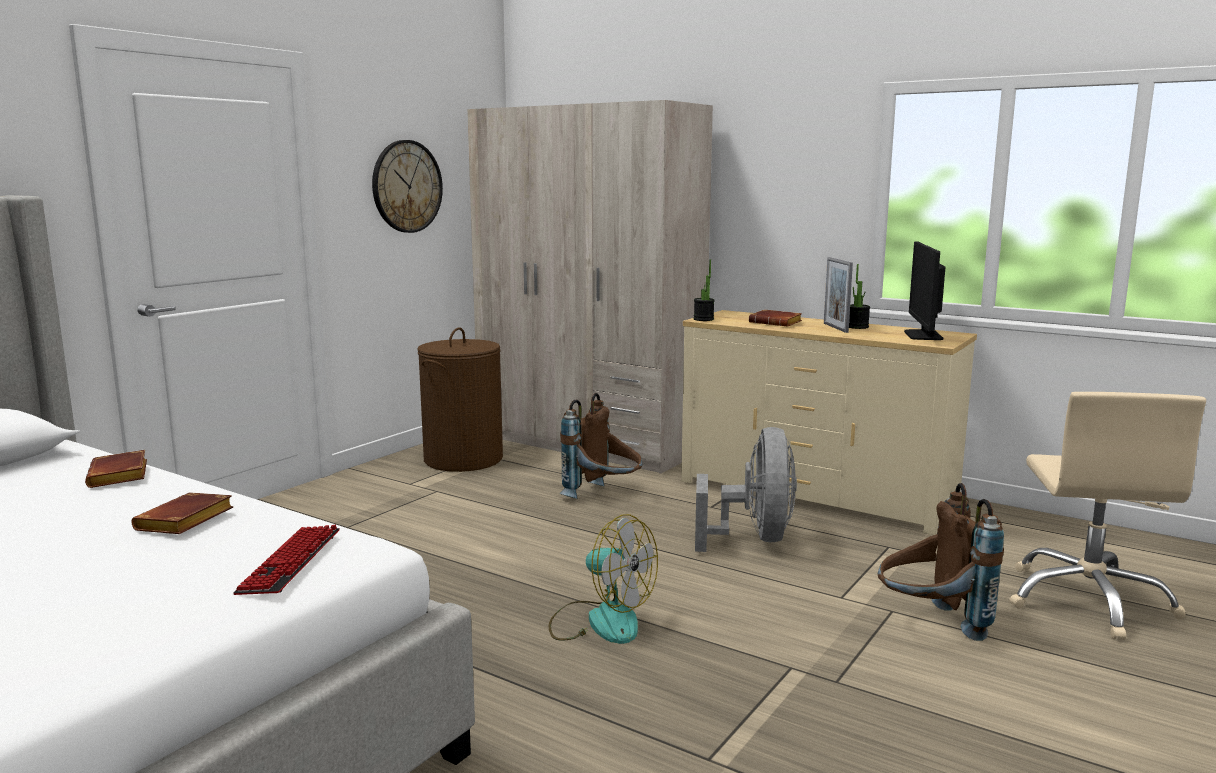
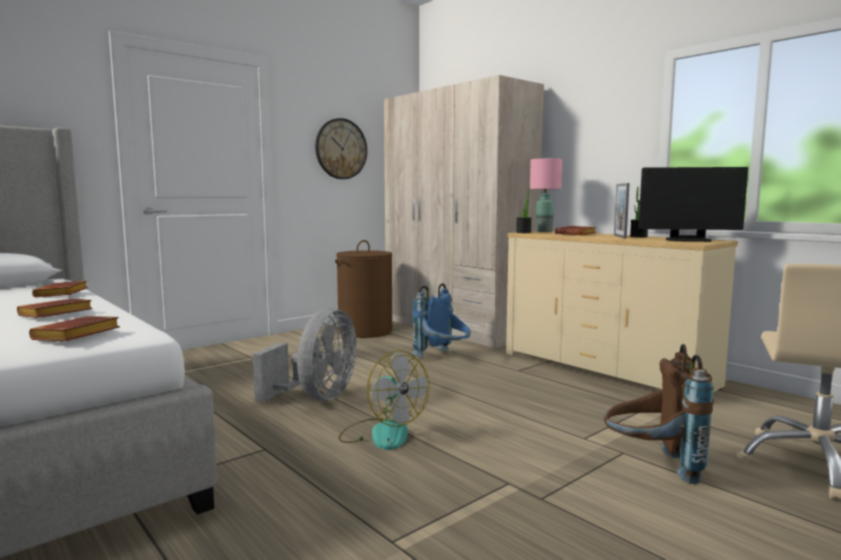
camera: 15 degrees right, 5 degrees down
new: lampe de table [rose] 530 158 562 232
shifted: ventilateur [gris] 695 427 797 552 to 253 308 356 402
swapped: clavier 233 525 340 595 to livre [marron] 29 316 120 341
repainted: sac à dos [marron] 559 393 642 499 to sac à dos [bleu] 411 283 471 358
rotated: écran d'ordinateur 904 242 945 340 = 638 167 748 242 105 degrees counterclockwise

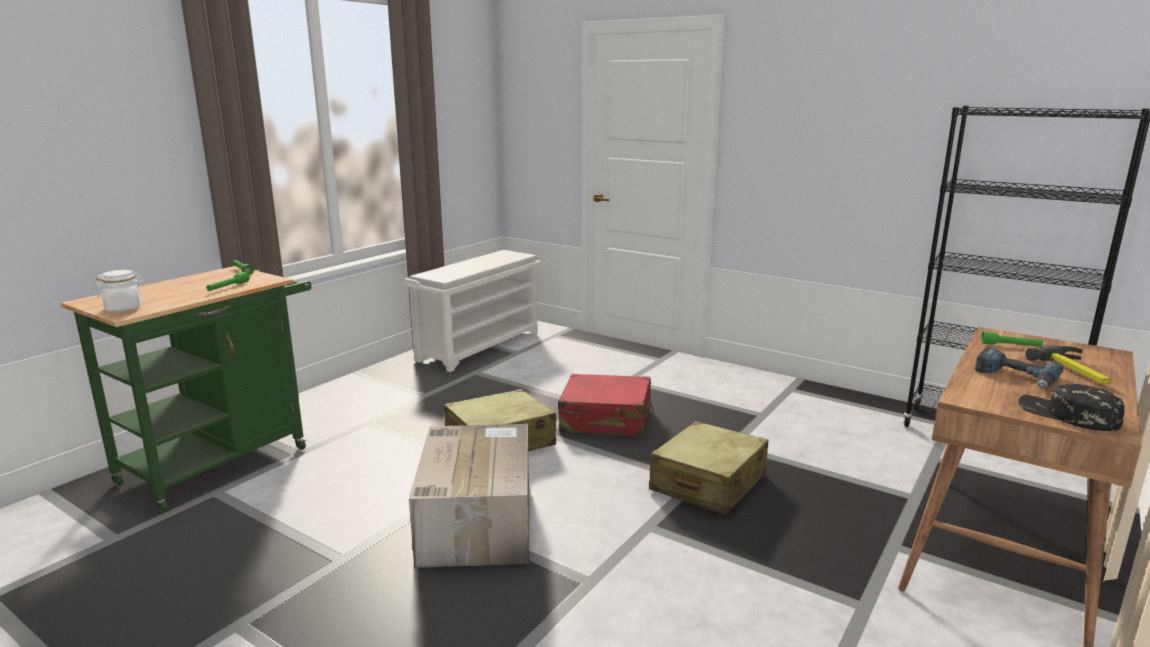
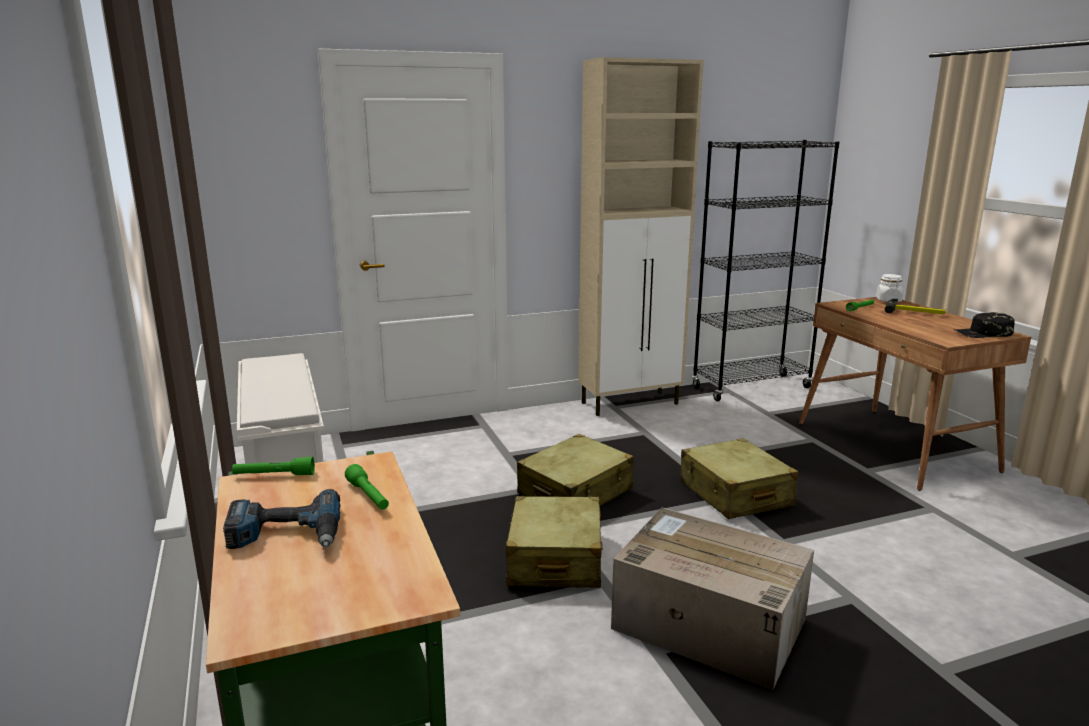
camera: 55 degrees left, 0 degrees up
new: meuble de rangement [beige] 578 57 704 416
shifted: perceuse 975 347 1063 389 to 223 489 340 549; bocal [blanc] 96 270 143 311 to 876 274 903 302
repainted: valise [rouge] 558 374 654 437 to valise [beige] 517 434 634 506

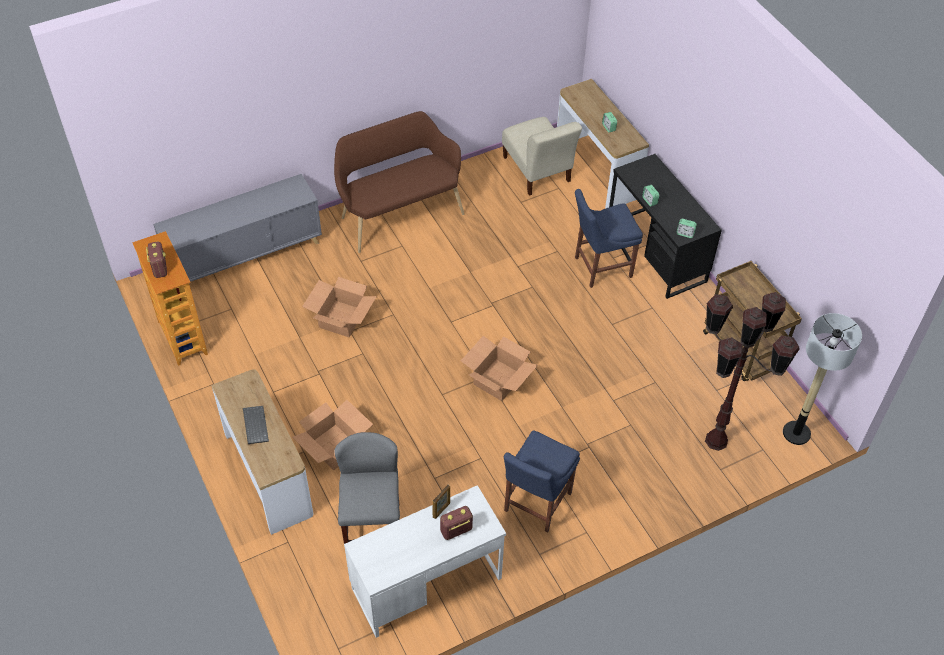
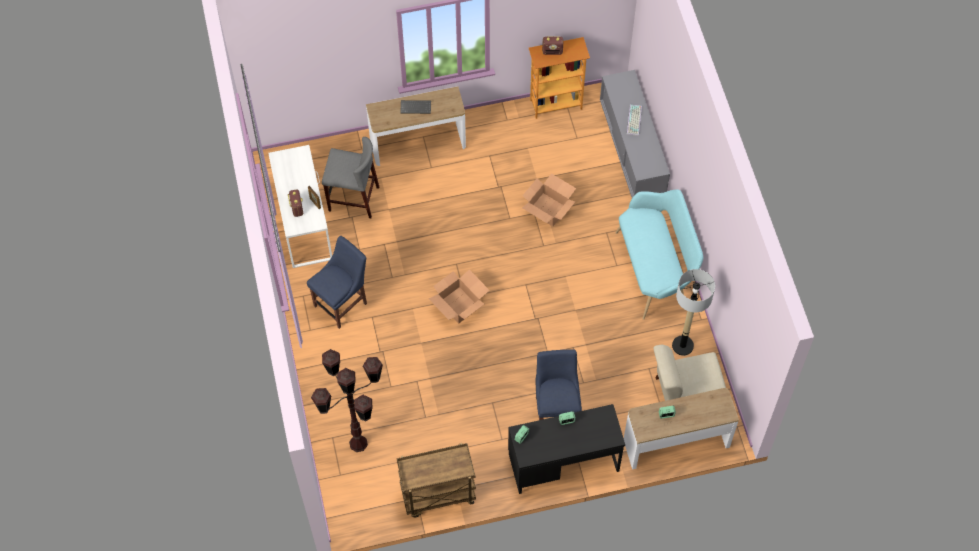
camera: 105 degrees right, 10 degrees up
gone: carton 293 400 373 470
new: clavier 627 105 642 136
shifted: lampadaire 783 313 862 445 to 672 269 715 356
repainted: banc [marron] 334 111 464 253 to banc [turquoise] 615 189 703 320
rotated: chaise [bleu] 504 430 580 533 = 307 236 367 329 90 degrees clockwise

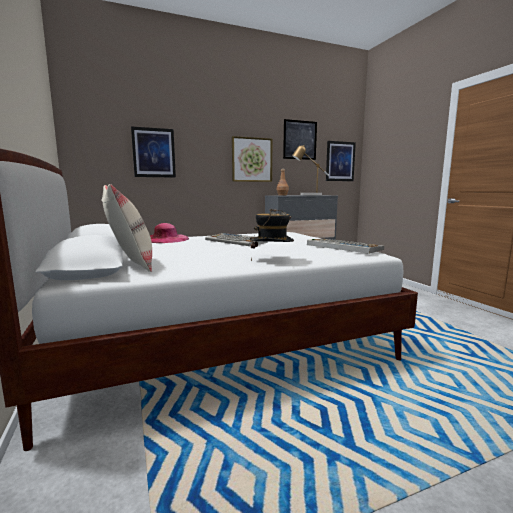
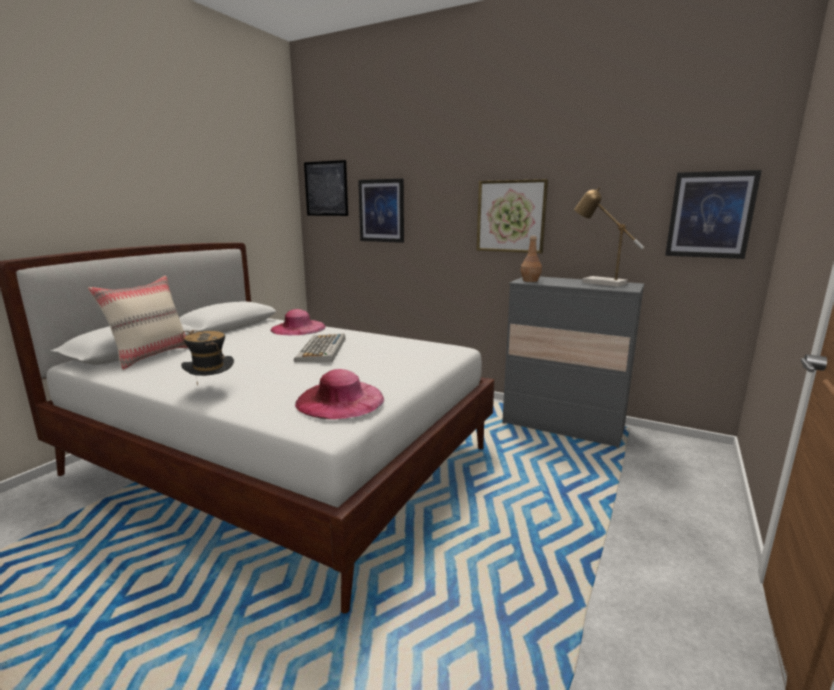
camera: 50 degrees right, 5 degrees up
shifted: tableau 283 119 317 160 to 304 160 348 216
swapped: clavier 307 239 384 254 to chapeau [rose] 295 369 384 419

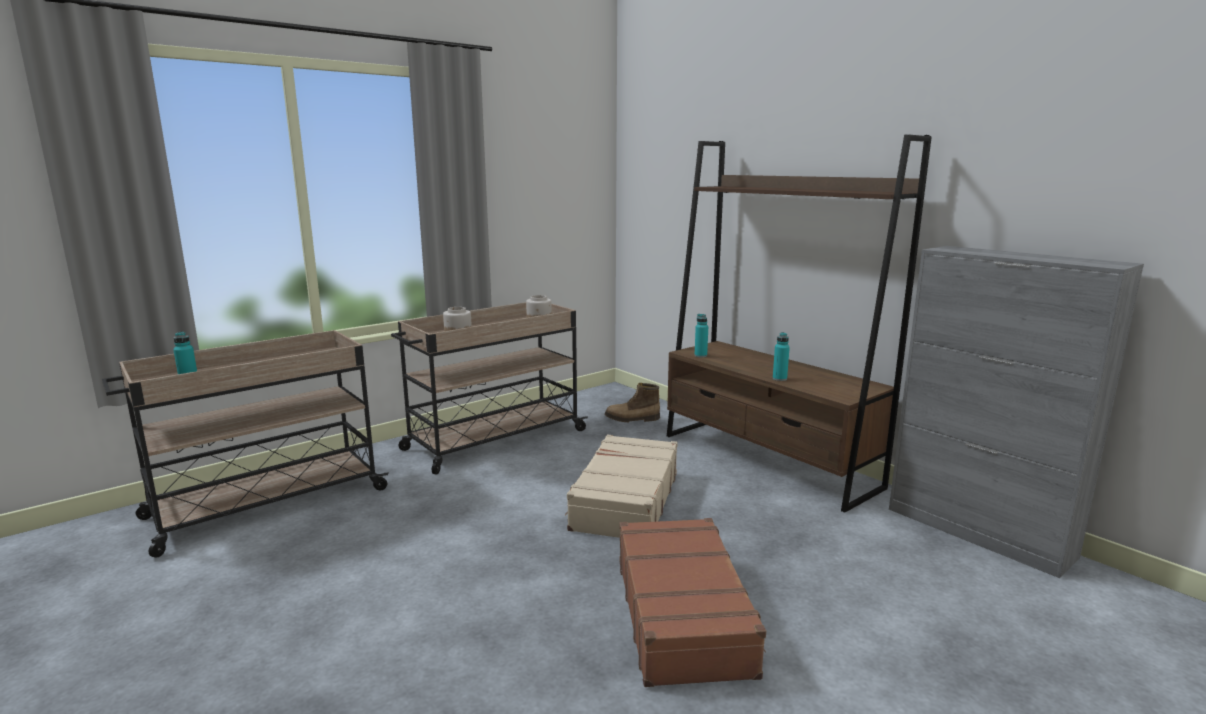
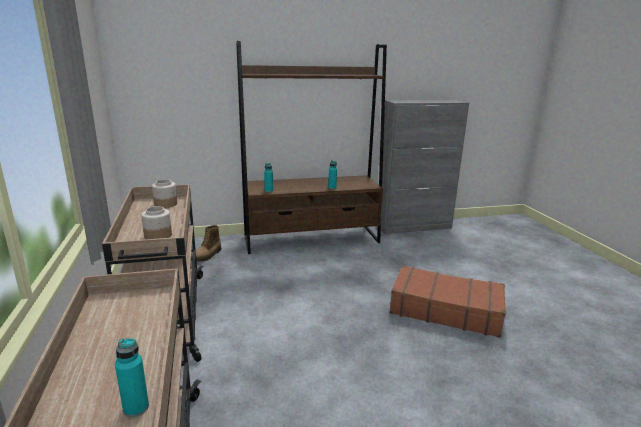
camera: 65 degrees left, 5 degrees up
gone: valise [beige] 565 434 678 538

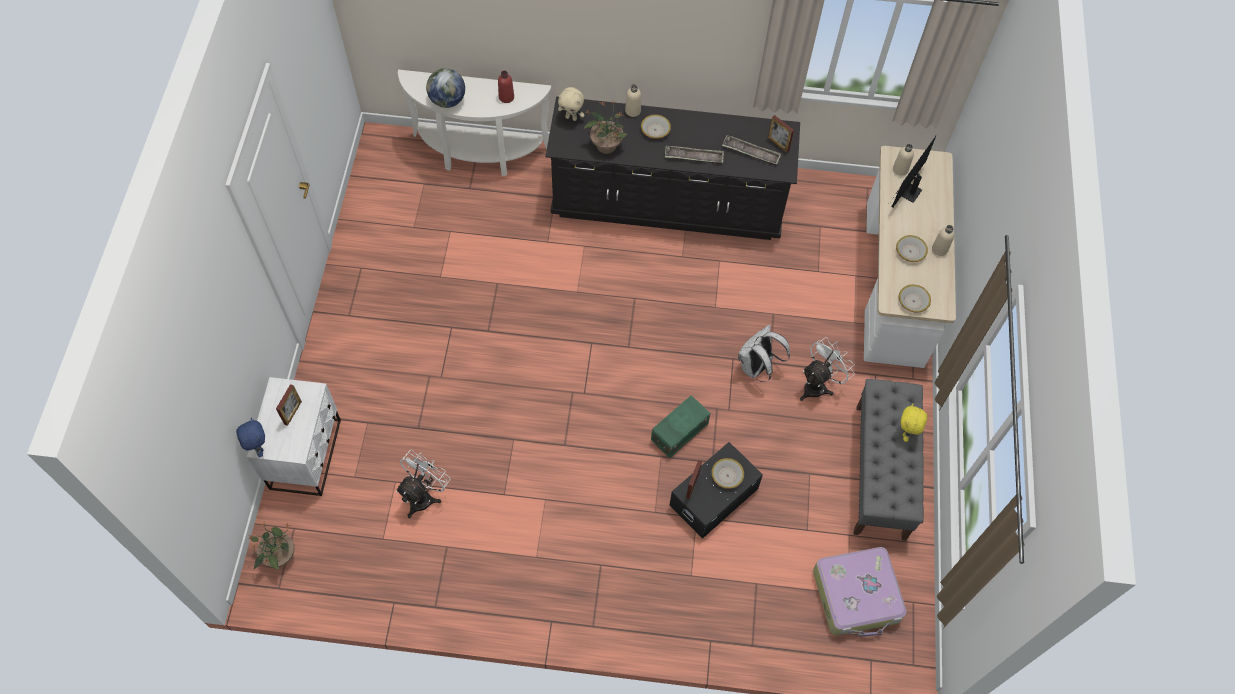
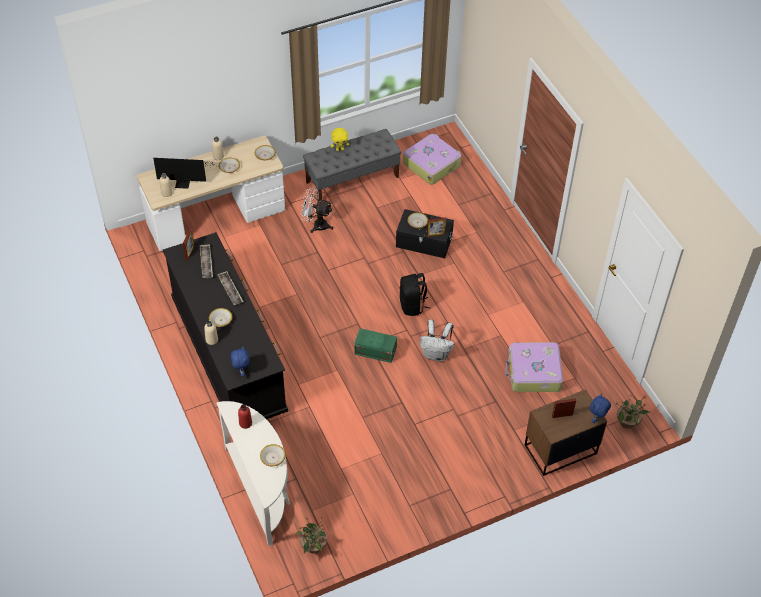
camera: 120 degrees left, 10 degrees down
new: sac à dos [noir] 400 273 430 316
shifted: plante en pot 584 101 627 154 to 295 517 327 554; boîte de rangement [vert] 651 395 711 458 to 354 328 397 363; sac à dos [blanc] 738 324 790 382 to 420 320 454 361
swapped: globe 426 68 465 108 to bol 260 444 286 466; ventilateur [blanc] 396 450 450 518 to valise 505 342 563 392
repainted: peluche [beige] 558 87 585 121 to peluche [bleu] 231 347 250 377; table de chevet [blanc] 247 377 341 496 to table de chevet [marron] 525 389 607 476

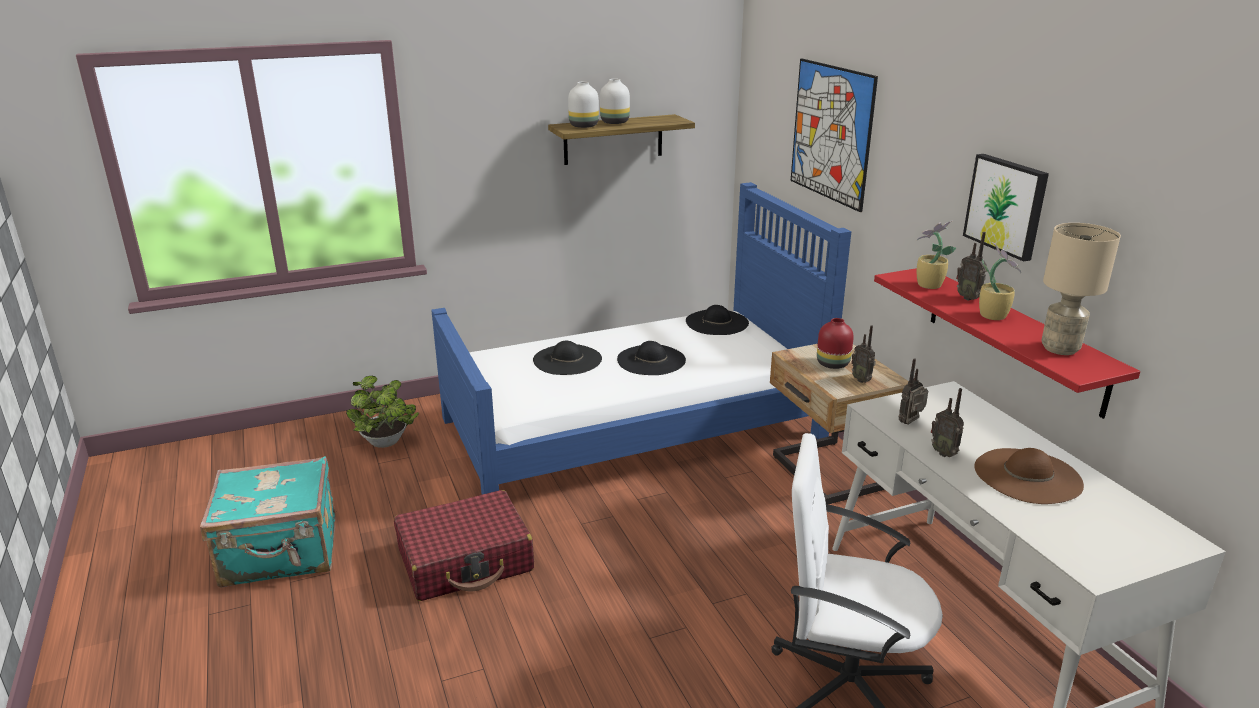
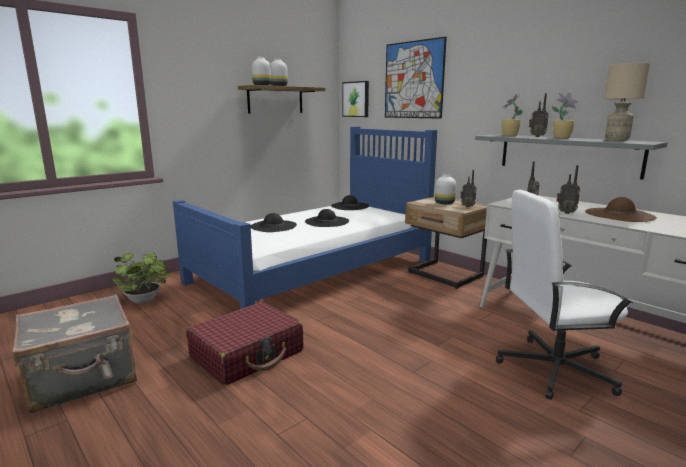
camera: 20 degrees left, 10 degrees down
shifted: tableau 963 154 1049 261 to 342 81 369 117
repainted: valise [turquoise] 200 456 336 588 to valise [gris] 13 294 137 413; vase [rouge] 817 318 854 369 to vase [blanc] 435 174 456 204; étagère [rouge] 874 268 1140 419 to étagère [gris] 475 134 668 179

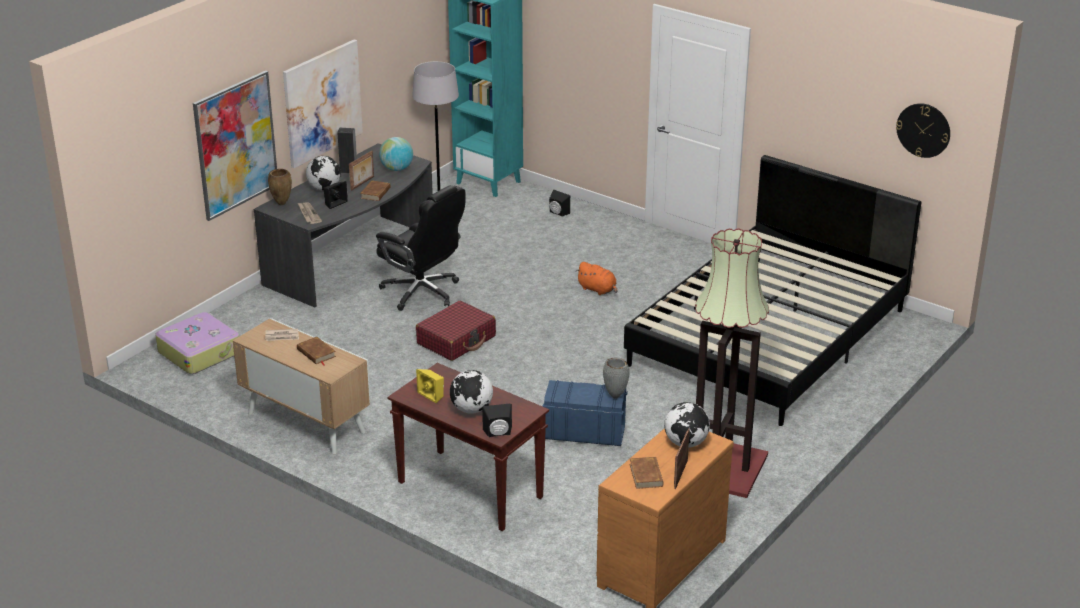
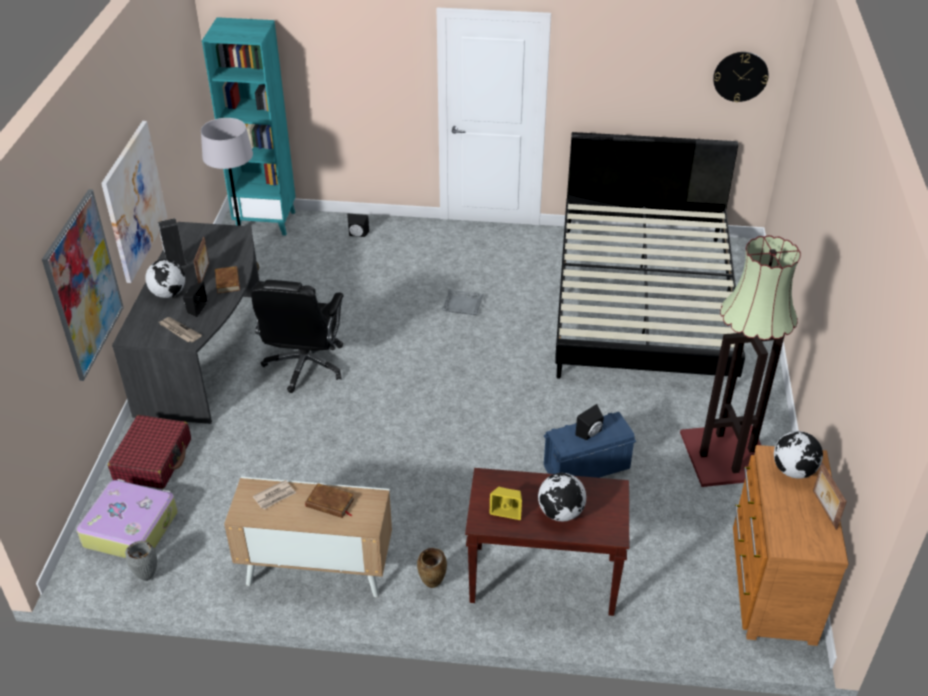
camera: 30 degrees left, 10 degrees up
gone: globe 379 137 413 171; livre [marron] 629 457 664 489
shifted: valise [rouge] 416 301 496 361 to 108 415 191 489; vase [gris] 603 358 630 399 to 125 541 157 581; vase [marron] 268 169 292 205 to 417 548 447 588; enceinte [noir] 482 403 512 437 to 575 404 604 440
swapped: peluche [orange] 576 262 618 295 to plateau [gris] 441 289 484 315
rotated: chaise de bureau [noir] 376 185 466 311 = 251 280 343 393 90 degrees clockwise

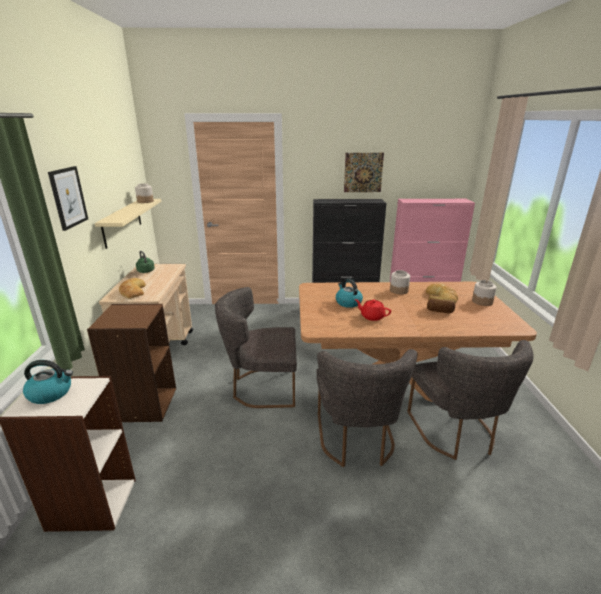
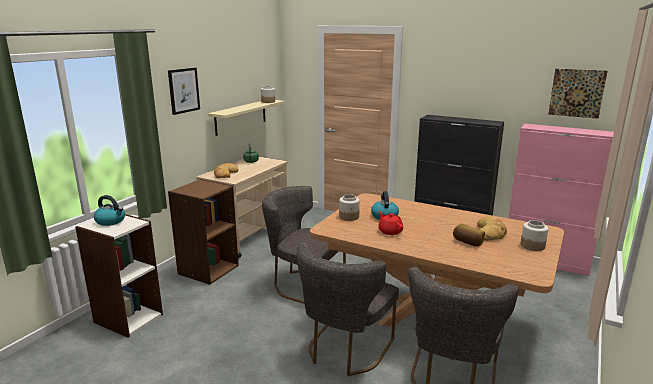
camera: 30 degrees right, 5 degrees down
shifted: bocal 390 270 410 294 to 339 194 360 221; tableau 344 153 384 192 to 548 69 607 119

